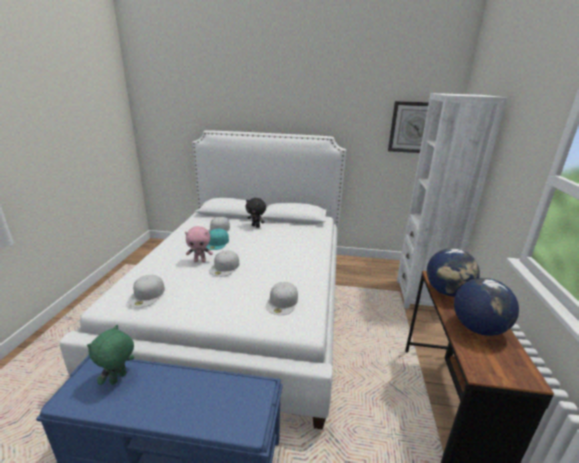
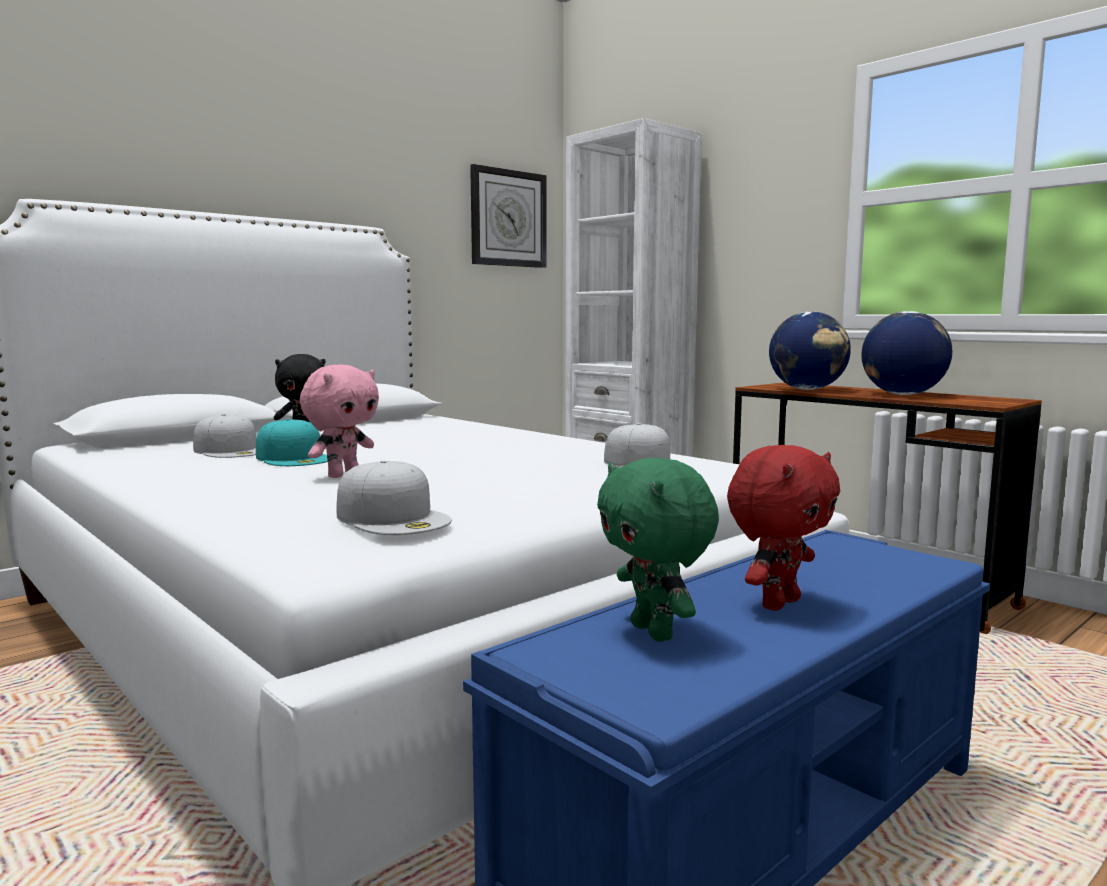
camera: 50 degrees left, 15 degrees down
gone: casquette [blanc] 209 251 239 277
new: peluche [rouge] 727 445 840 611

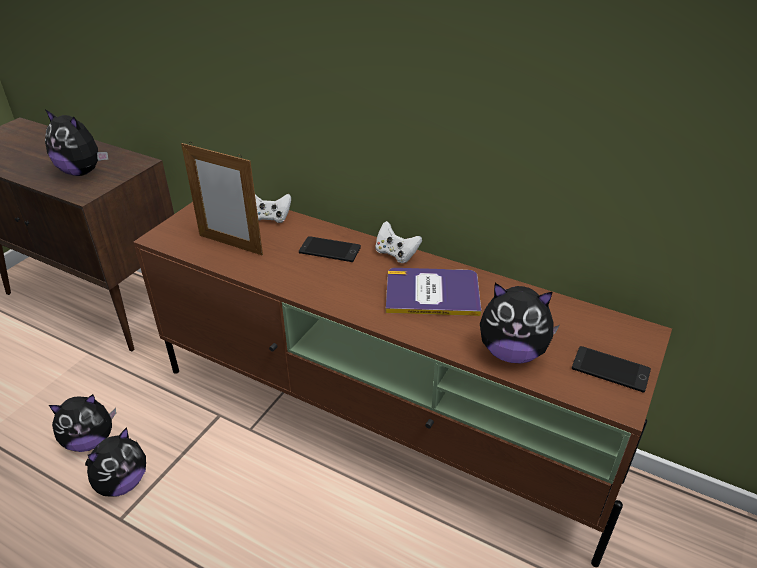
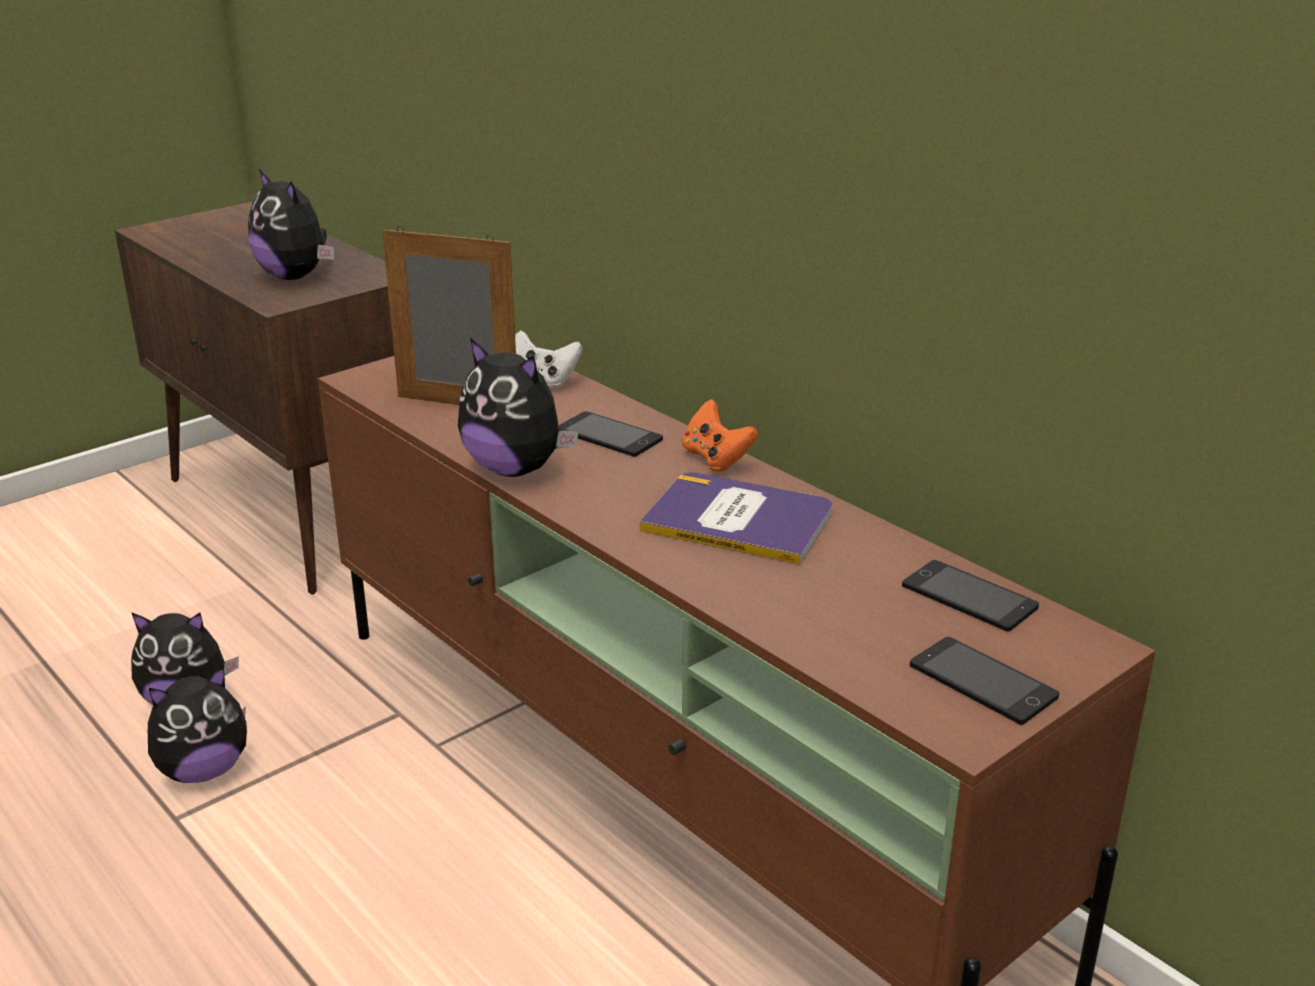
camera: 20 degrees right, 10 degrees down
new: téléphone 902 560 1039 632
shifted: peluche 480 283 560 364 to 458 338 578 477
repainted: manette [blanc] 376 221 422 263 to manette [orange] 682 399 758 472
rotated: cadre photo 181 143 263 255 = 382 226 516 405 150 degrees clockwise

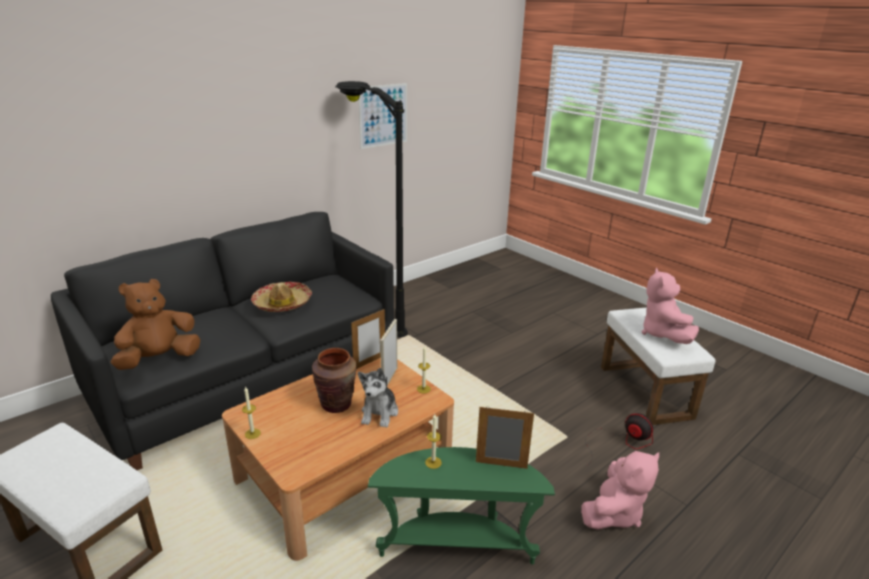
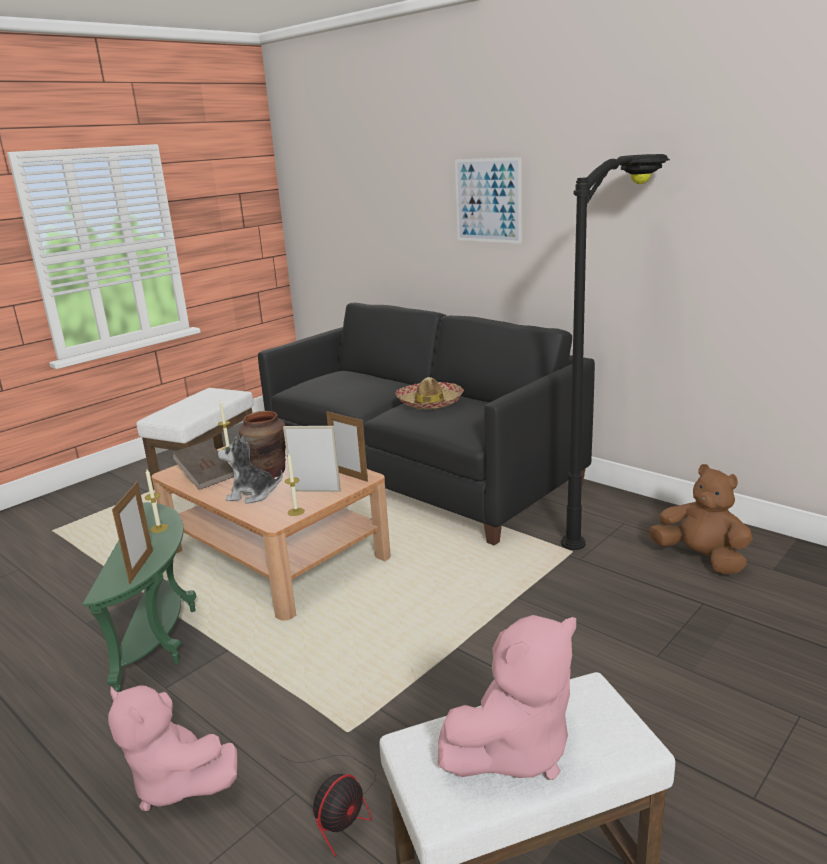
camera: 85 degrees right, 5 degrees down
new: livre [marron] 172 441 234 490
shifted: tableau 359 83 407 149 to 455 157 521 243; peluche [marron] 110 279 200 370 to 649 464 753 574
rotated: peluche [rose] 642 268 699 344 = 438 615 576 780 150 degrees clockwise

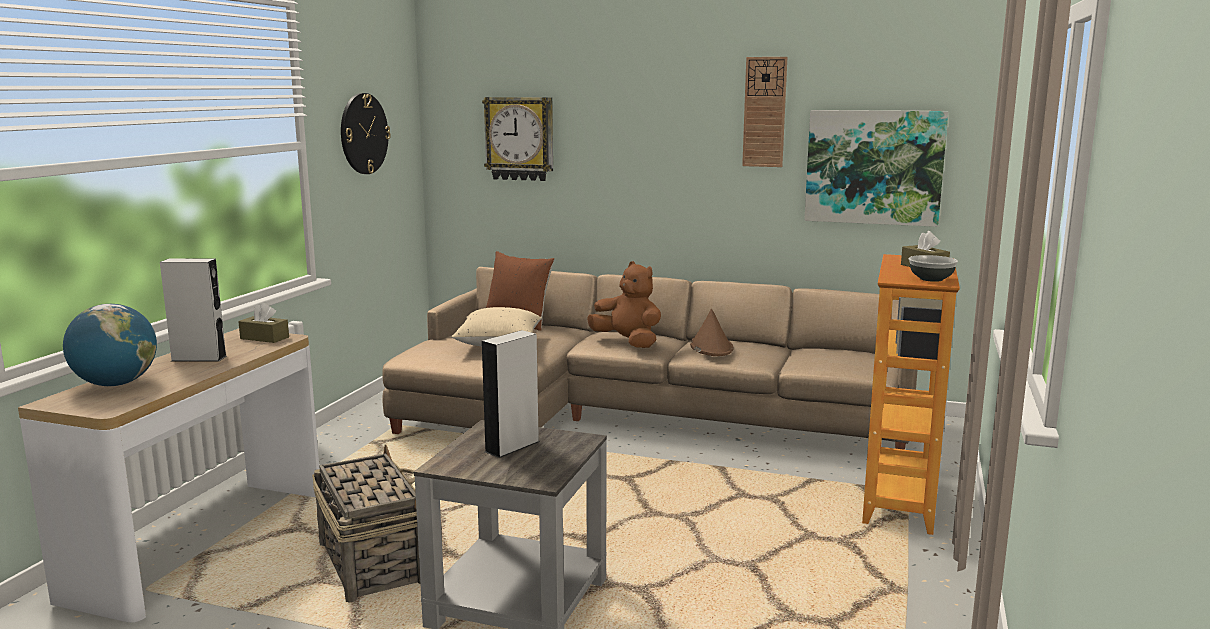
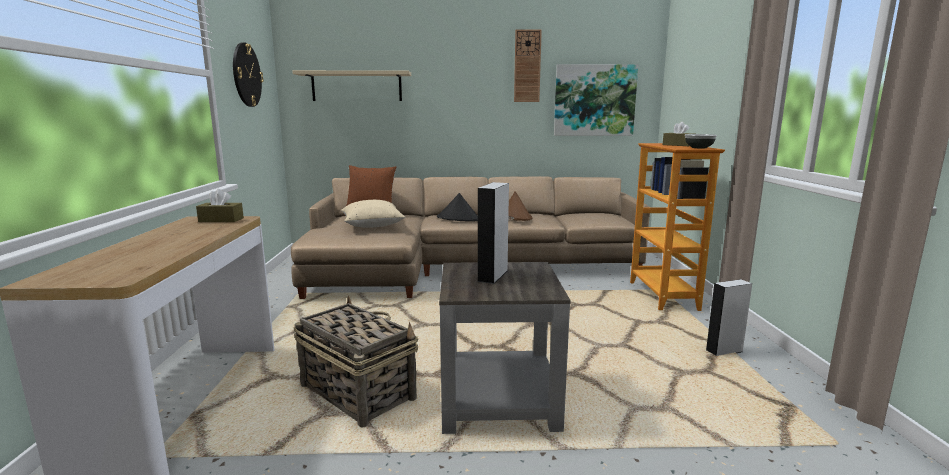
camera: 20 degrees left, 0 degrees up
gone: globe 63 304 157 386
shifted: enceinte [gris] 160 259 226 361 to 706 279 752 356
swapped: horloge murale 482 97 553 181 to étagère [beige] 292 70 411 101; peluche [marron] 587 261 661 348 to chapeau [noir] 437 193 478 222

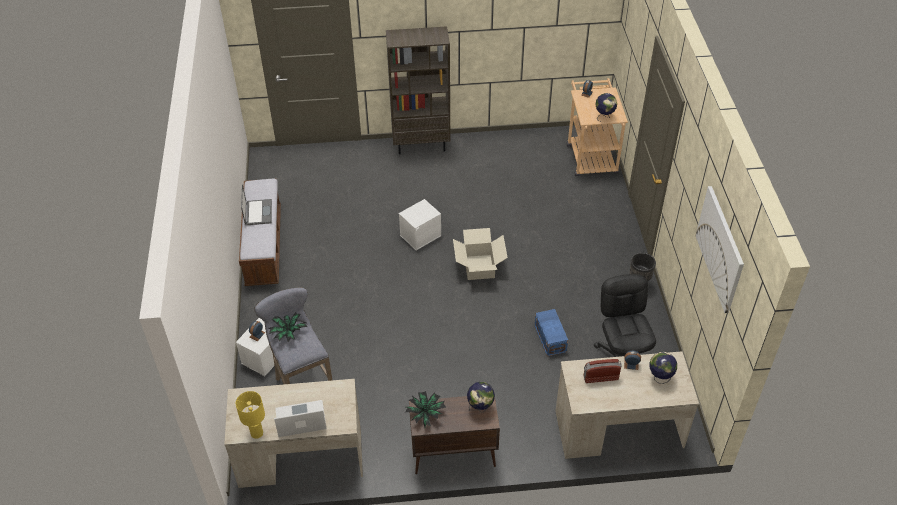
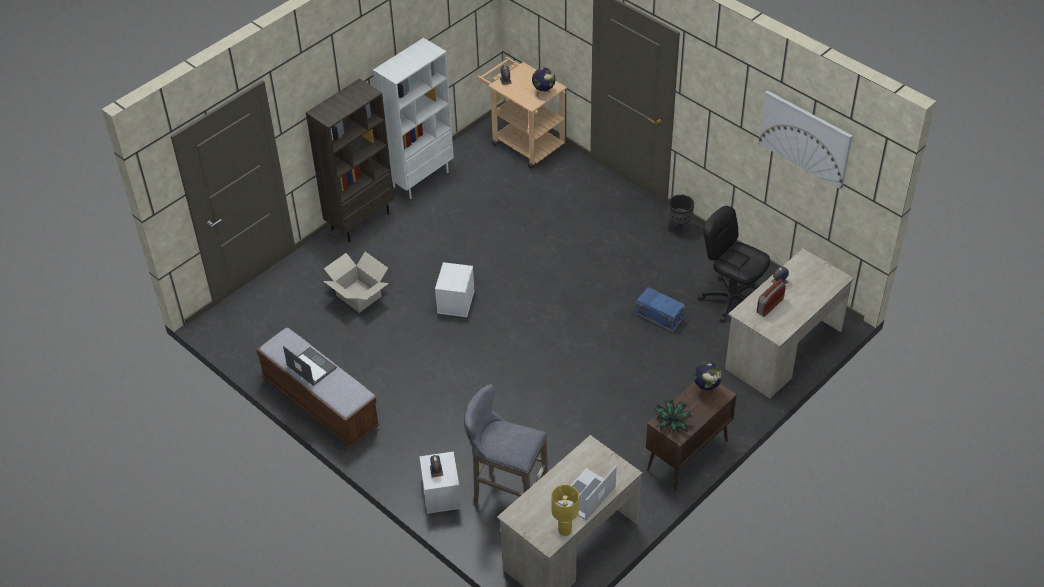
camera: 40 degrees left, 0 degrees up
gone: plante en pot 268 312 308 342; globe 650 352 677 384
new: bibliothèque [blanc] 373 38 454 199
shifted: carton 453 228 508 280 to 323 252 389 313

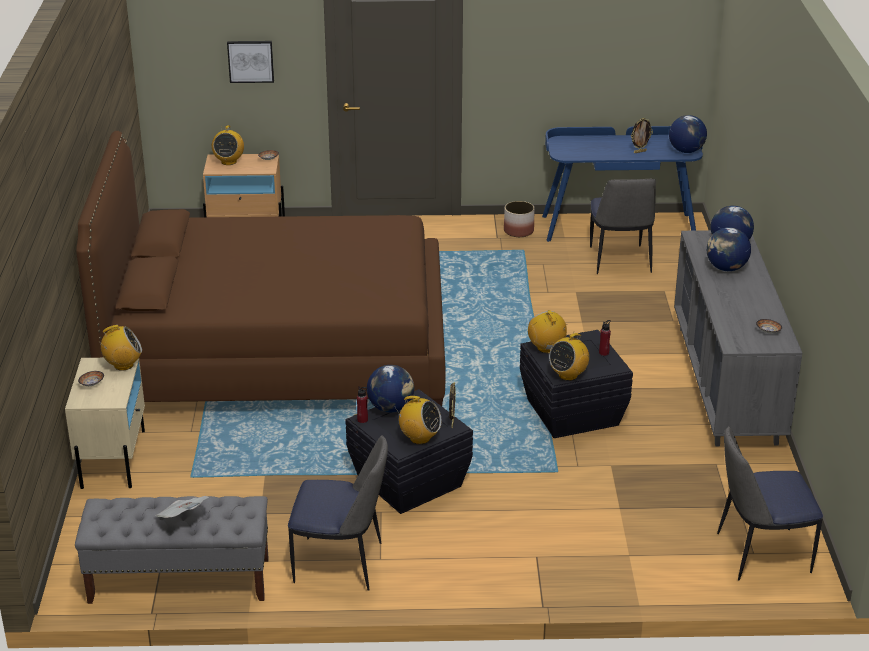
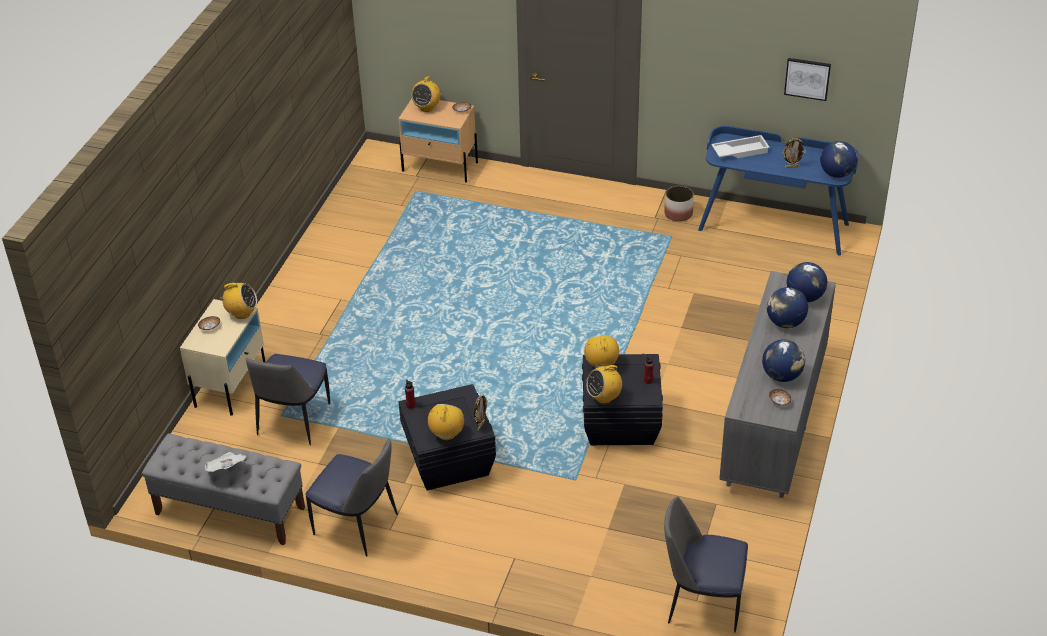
camera: 20 degrees right, 10 degrees up
gone: lit [marron] 76 131 445 406
new: plateau [blanc] 711 135 770 158
shifted: chaise 590 179 656 274 to 246 354 330 445; globe 367 365 414 413 to 762 339 805 382; tableau 227 41 274 83 to 784 58 831 101
rotated: radio 396 396 441 444 = 428 404 464 441 120 degrees counterclockwise

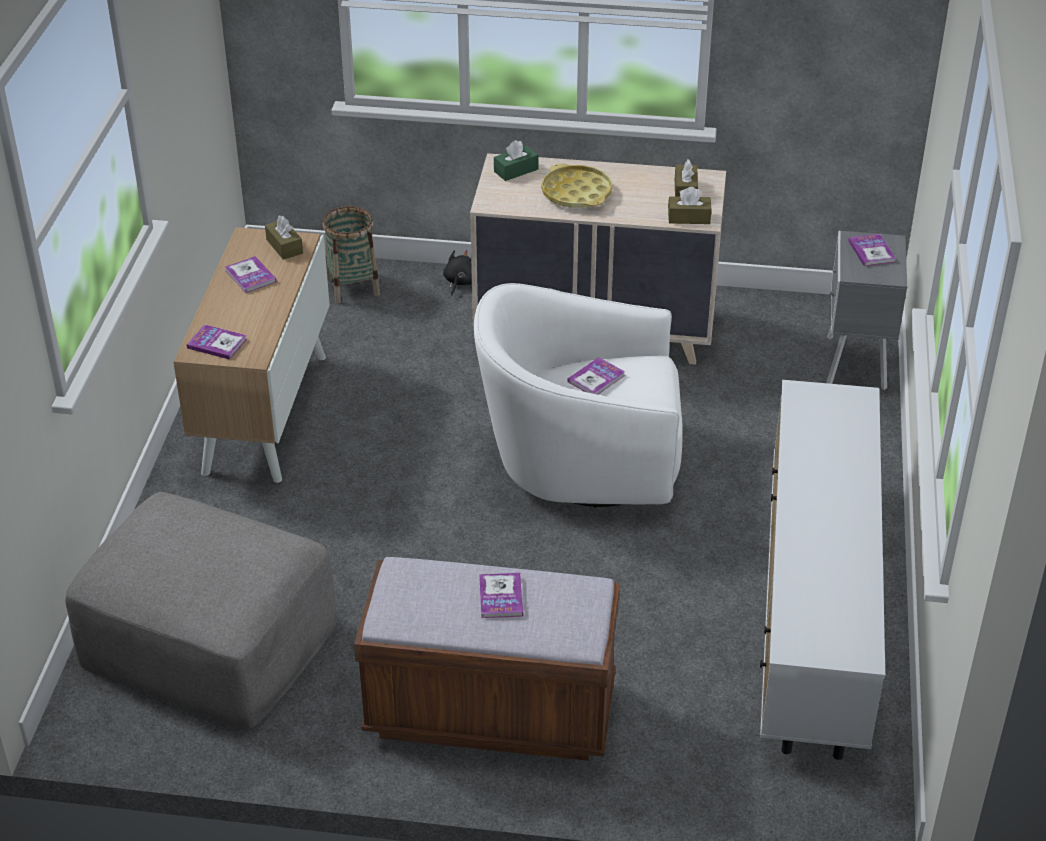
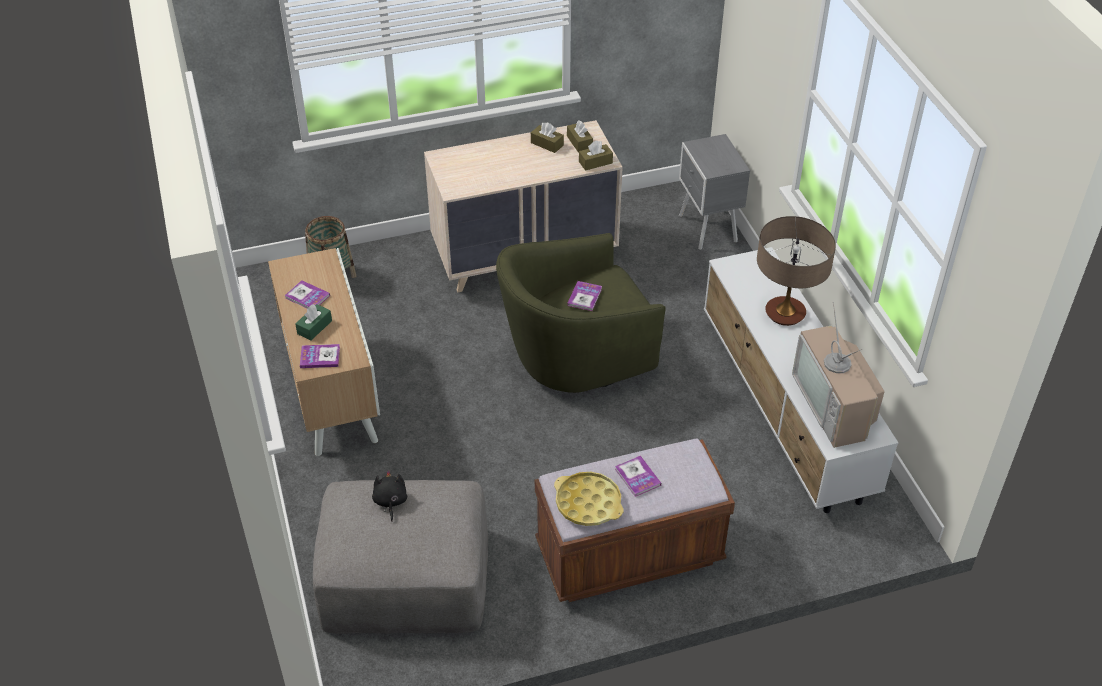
camera: 25 degrees left, 5 degrees up
gone: livre 848 234 896 266
new: lampe de table 757 216 836 326; téléviseur 792 302 885 448
shifted: boîte à mouchoirs [vert] 494 140 538 181 to 295 304 332 340; peluche [noir] 443 250 472 296 to 372 470 407 521; boîte à mouchoirs [marron] 265 216 303 260 to 531 122 564 153; plateau [jaune] 541 163 612 208 to 554 472 624 526
repainted: fauteuil [blanc] 474 283 683 508 to fauteuil [vert] 496 233 666 393

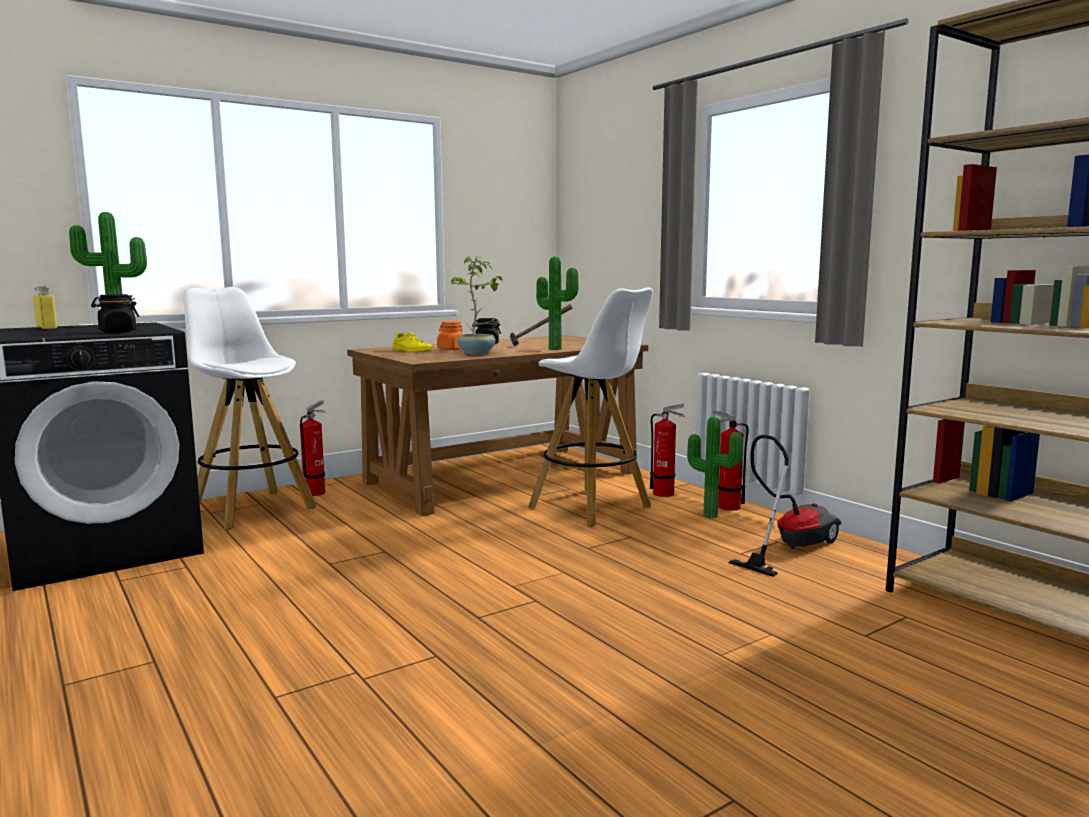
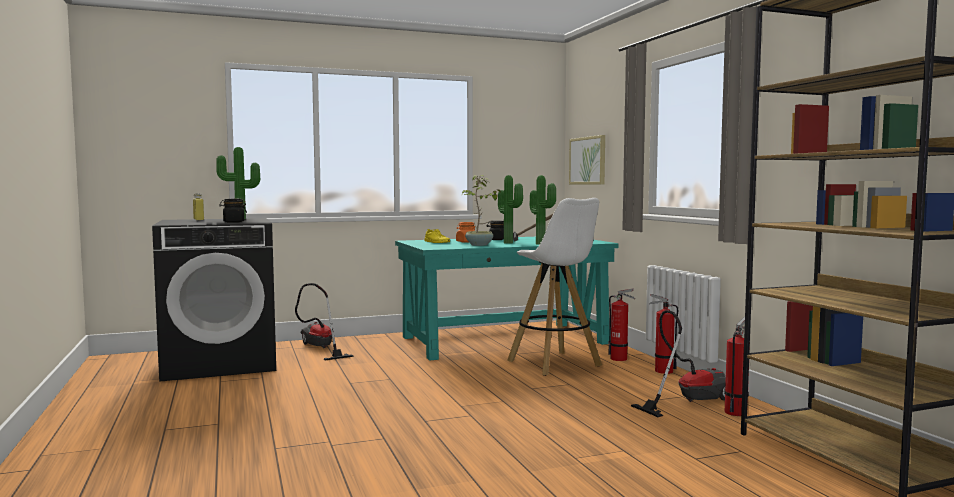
camera: 15 degrees right, 5 degrees down
new: tableau 569 135 605 185
shifted: plante en pot 687 416 743 518 to 498 175 523 244; extincteur 300 400 326 496 to 724 316 750 416
swapped: tabouret [blanc] 184 287 317 530 to aspirateur 295 283 354 361
repainted: bureau [marron] 347 335 648 516 to bureau [turquoise] 395 237 619 361

